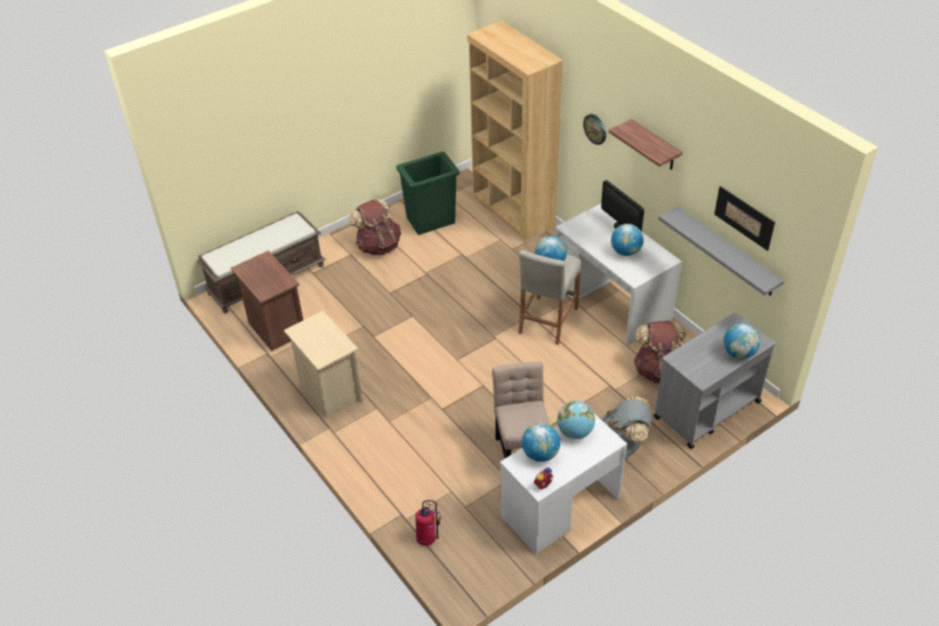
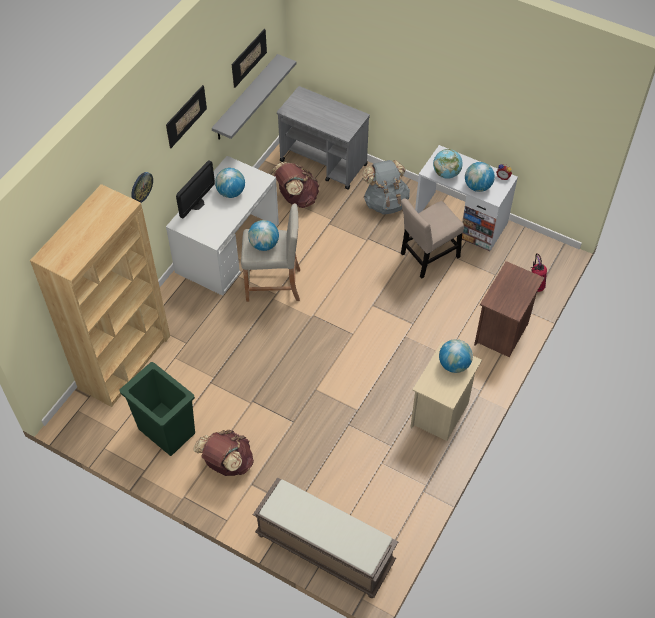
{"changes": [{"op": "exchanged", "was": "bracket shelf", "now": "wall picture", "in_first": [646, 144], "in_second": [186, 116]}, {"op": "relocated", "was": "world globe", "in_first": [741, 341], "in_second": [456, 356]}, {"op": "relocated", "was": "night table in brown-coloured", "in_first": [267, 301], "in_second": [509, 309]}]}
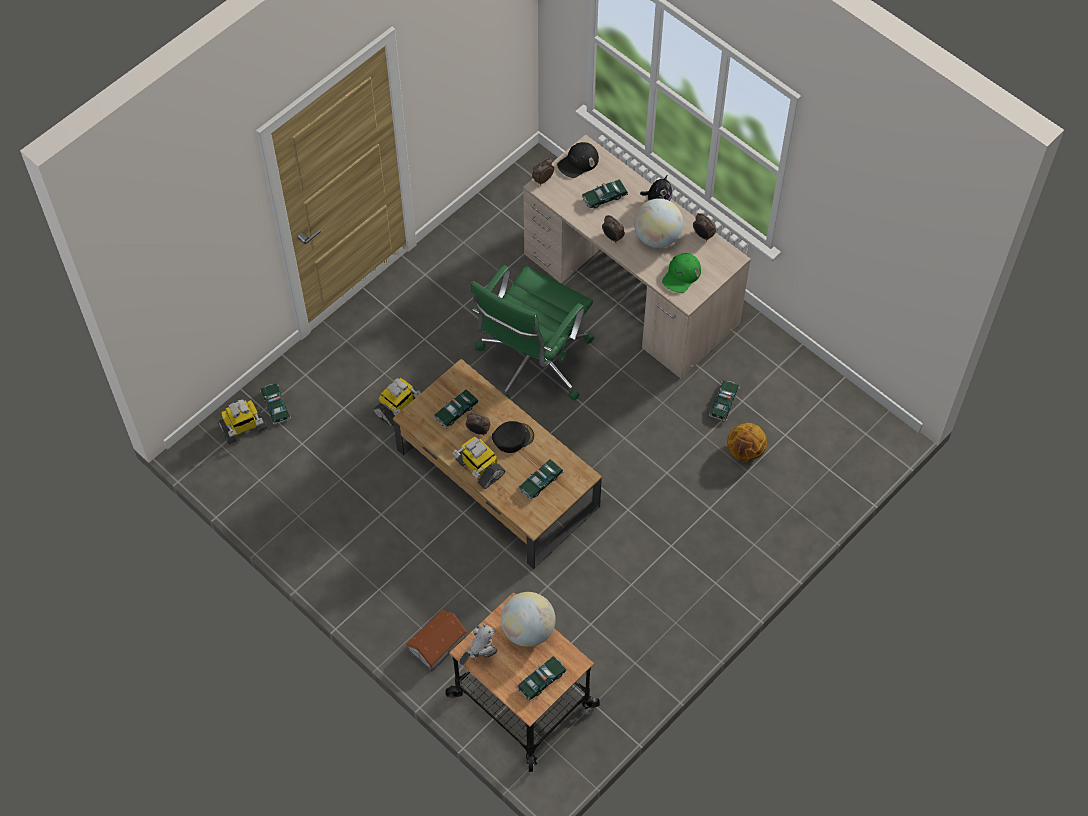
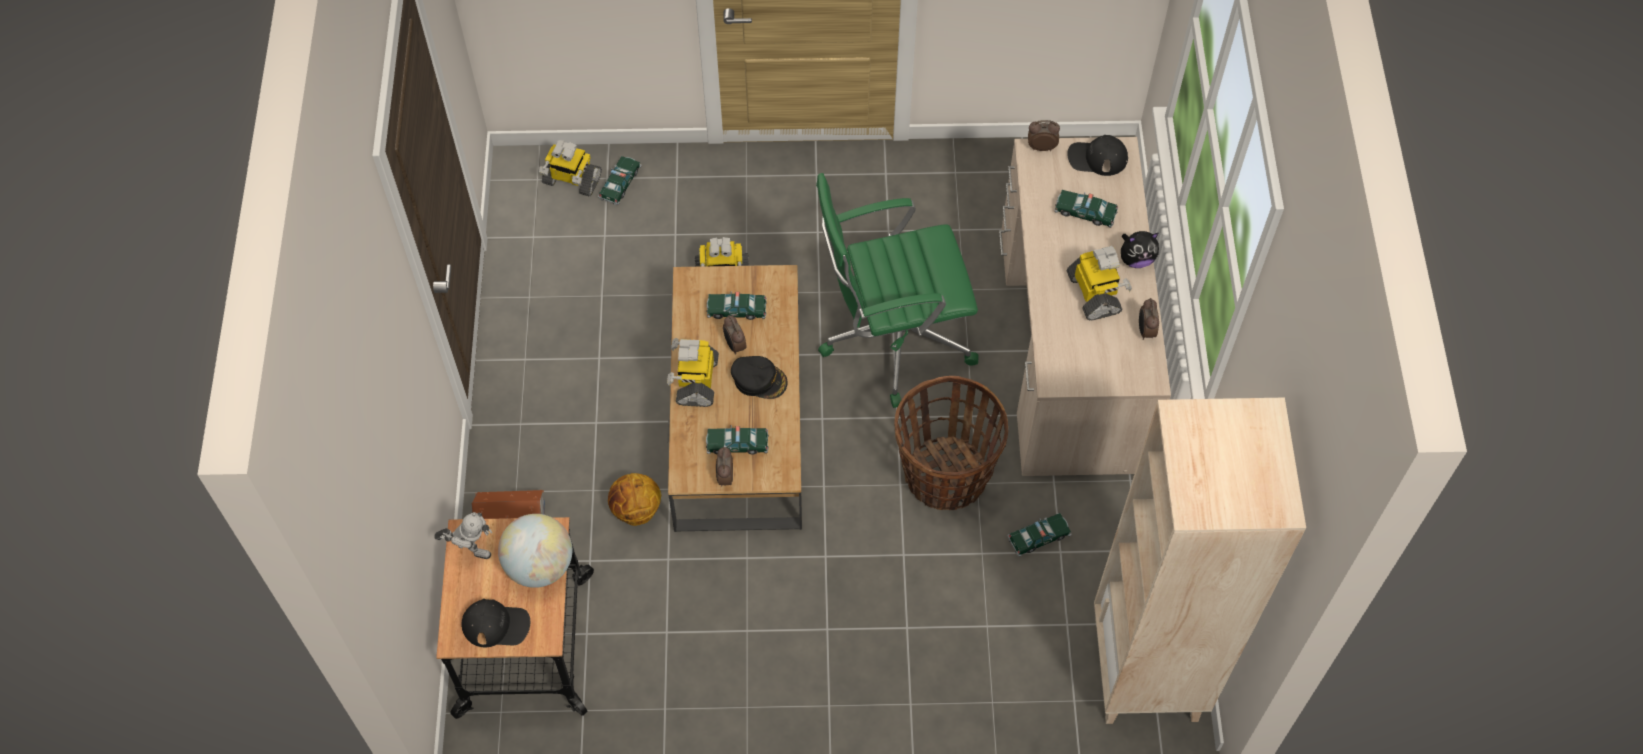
{"changes": [{"op": "exchanged", "was": "model car", "now": "cap in blackish", "in_first": [542, 678], "in_second": [495, 623]}, {"op": "relocated", "was": "ball for basketball", "in_first": [747, 442], "in_second": [634, 499]}, {"op": "relocated", "was": "table clock", "in_first": [613, 229], "in_second": [724, 467]}, {"op": "appeared", "now": "household basket", "in_second": [951, 443]}, {"op": "exchanged", "was": "world globe", "now": "model robot", "in_first": [658, 223], "in_second": [1099, 283]}, {"op": "appeared", "now": "bookcase in sand-coloured", "in_second": [1200, 561]}, {"op": "missing", "was": "cap in green-coloured", "in_first": [681, 273]}]}
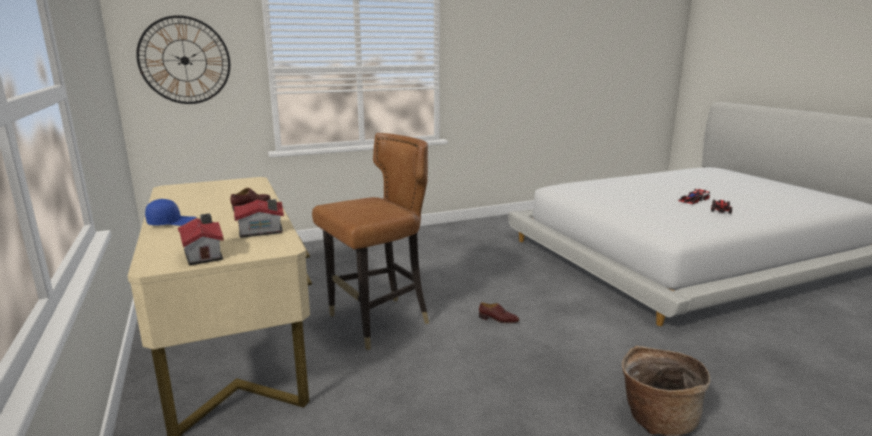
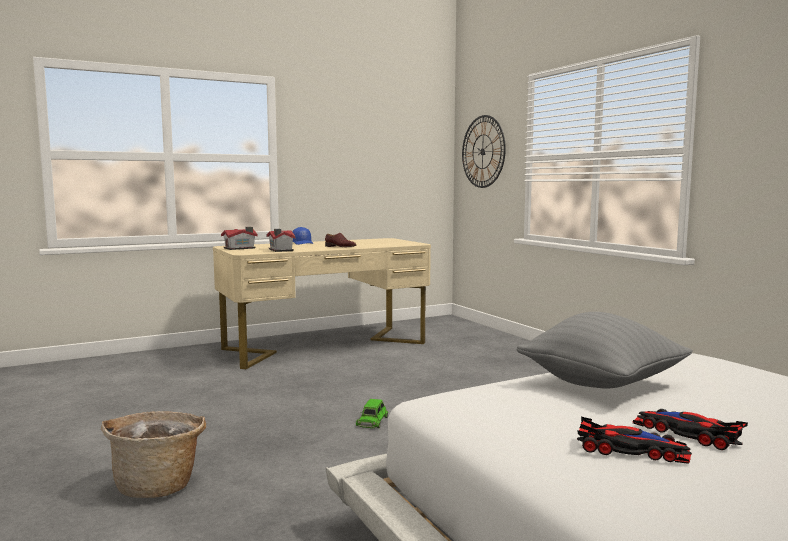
{"changes": [{"op": "exchanged", "was": "item of footwear in brown-coloured", "now": "model car in green-coloured", "in_first": [499, 312], "in_second": [372, 413]}, {"op": "appeared", "now": "throw pillow in gray", "in_second": [605, 350]}, {"op": "missing", "was": "chair in brown-coloured", "in_first": [370, 241]}]}
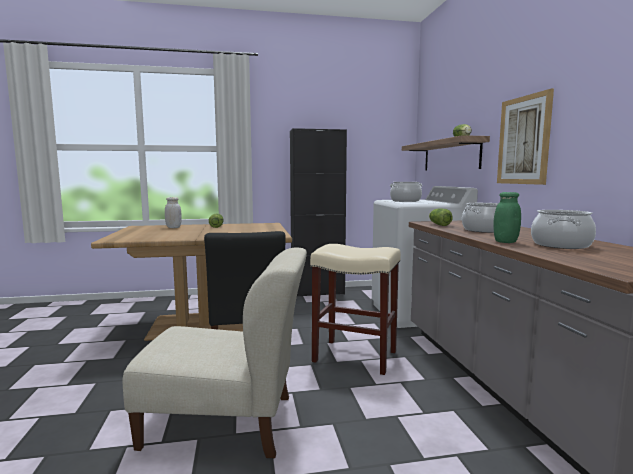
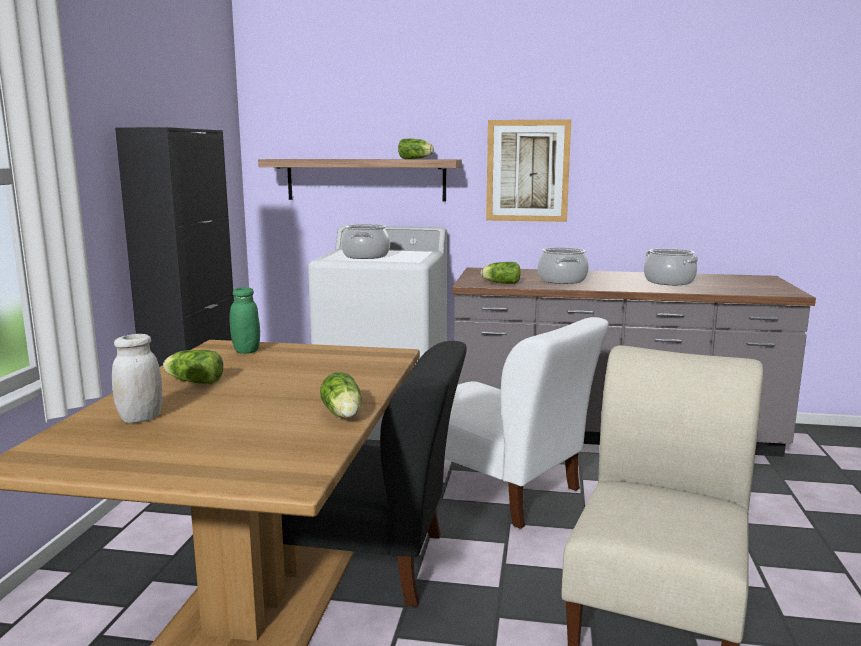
{"changes": [{"op": "relocated", "was": "preserve jar in green-coloured", "in_first": [507, 217], "in_second": [245, 320]}, {"op": "appeared", "now": "lettuce", "in_second": [341, 395]}, {"op": "exchanged", "was": "sitting stool in sand-coloured", "now": "chair in white-coloured", "in_first": [355, 309], "in_second": [527, 423]}]}
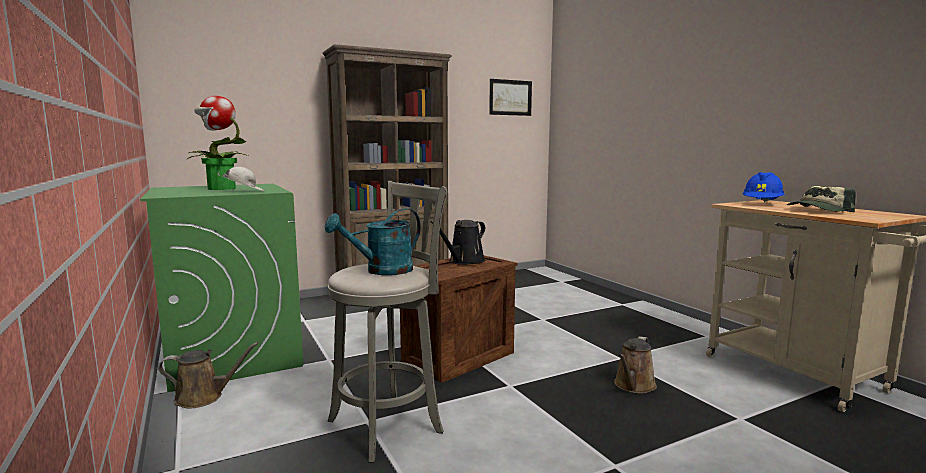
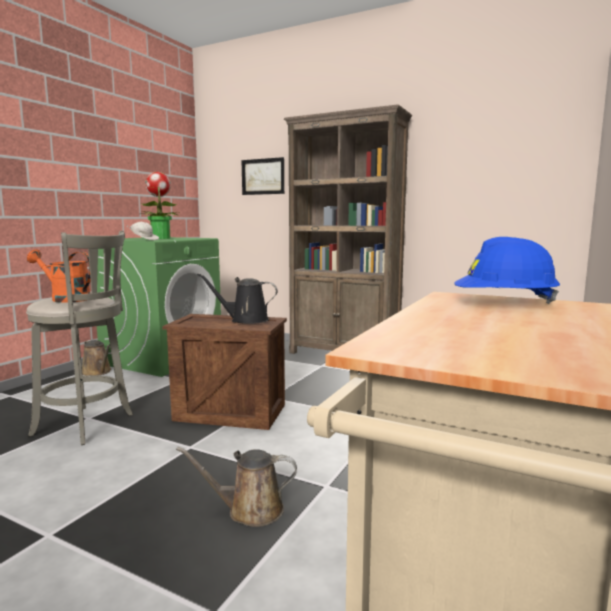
{"changes": [{"op": "colour", "was": "watering can in blue-green", "now": "watering can in orange", "in_first": [373, 241], "in_second": [59, 276]}, {"op": "relocated", "was": "wall picture", "in_first": [510, 97], "in_second": [262, 176]}, {"op": "missing", "was": "cap", "in_first": [821, 199]}]}
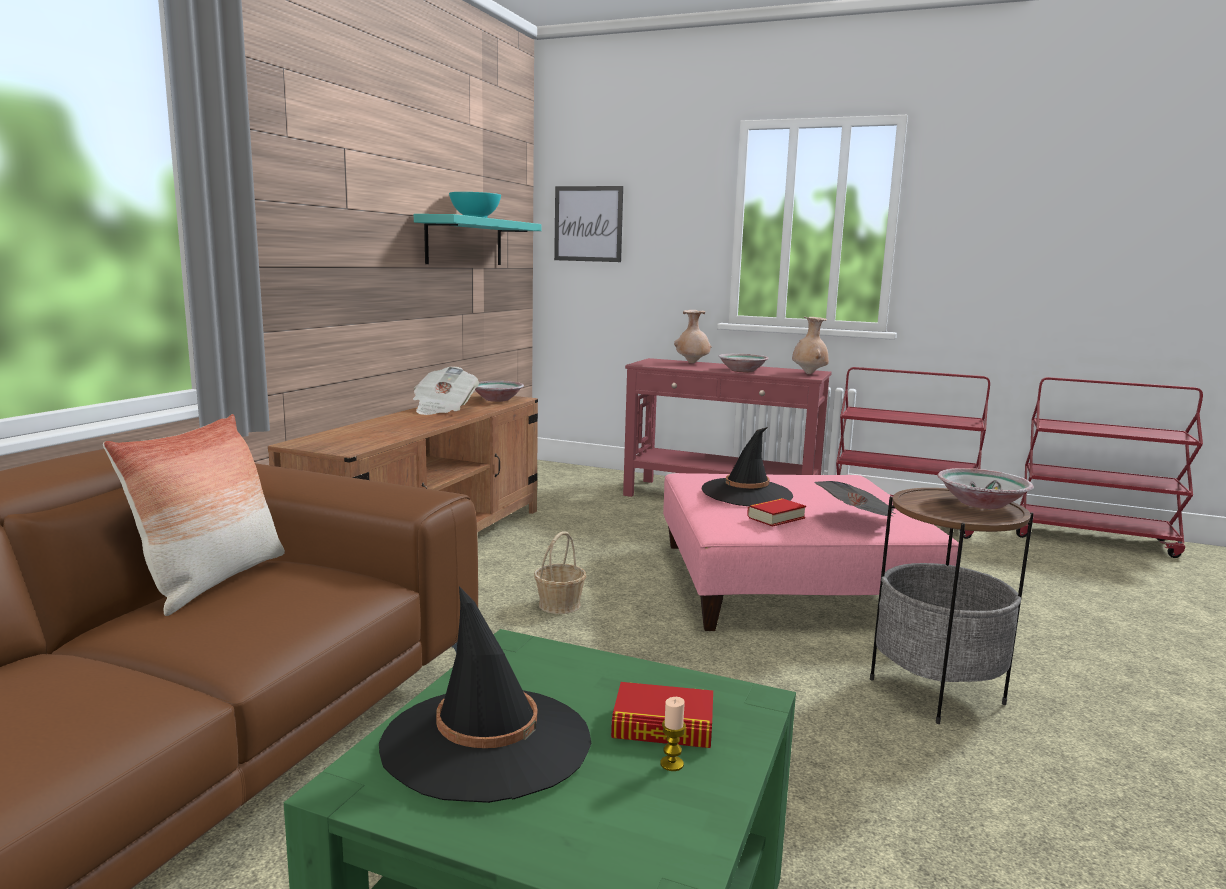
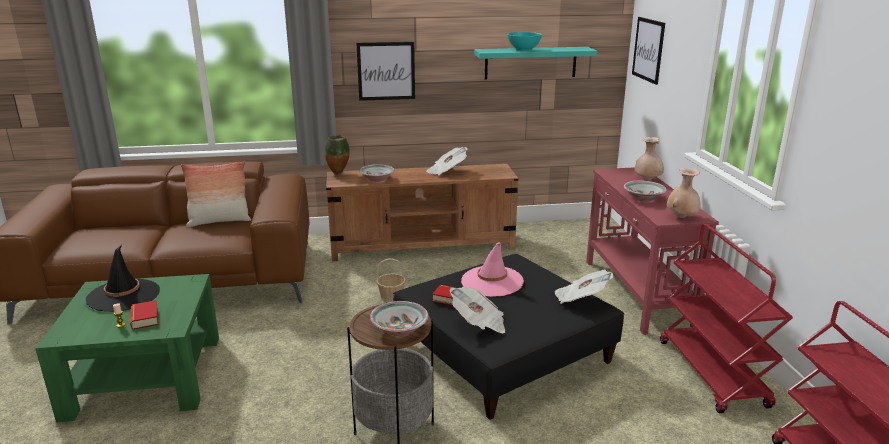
{"changes": [{"op": "appeared", "now": "flower vase", "in_second": [337, 154]}, {"op": "appeared", "now": "wall picture", "in_second": [385, 71]}, {"op": "relocated", "was": "deep dish", "in_first": [499, 391], "in_second": [376, 173]}, {"op": "colour", "was": "footrest in pink", "now": "footrest in blackish", "in_first": [811, 552], "in_second": [508, 337]}, {"op": "colour", "was": "clothing hat in blackish", "now": "clothing hat in pink", "in_first": [747, 466], "in_second": [492, 270]}, {"op": "appeared", "now": "newspaper", "in_second": [584, 287]}]}
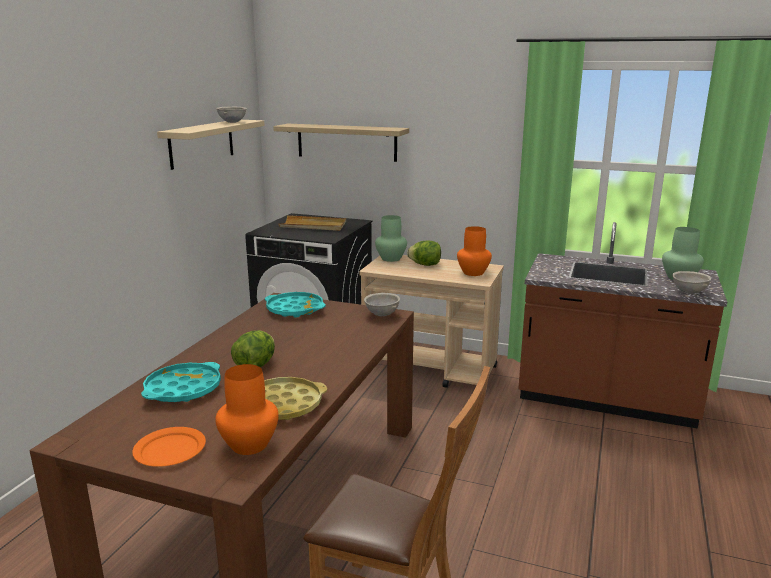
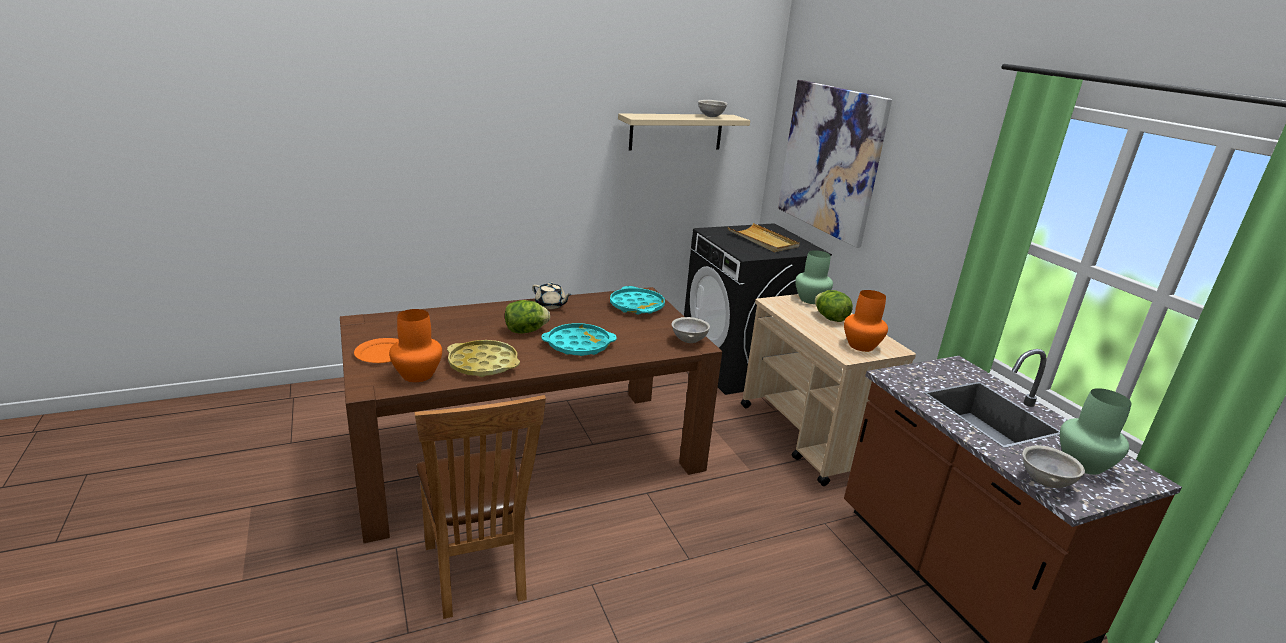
{"changes": [{"op": "appeared", "now": "tea pot in sand-coloured", "in_second": [552, 295]}, {"op": "relocated", "was": "carrying tray in blue-green", "in_first": [181, 382], "in_second": [579, 339]}, {"op": "exchanged", "was": "bracket shelf", "now": "wall picture", "in_first": [341, 143], "in_second": [835, 164]}]}
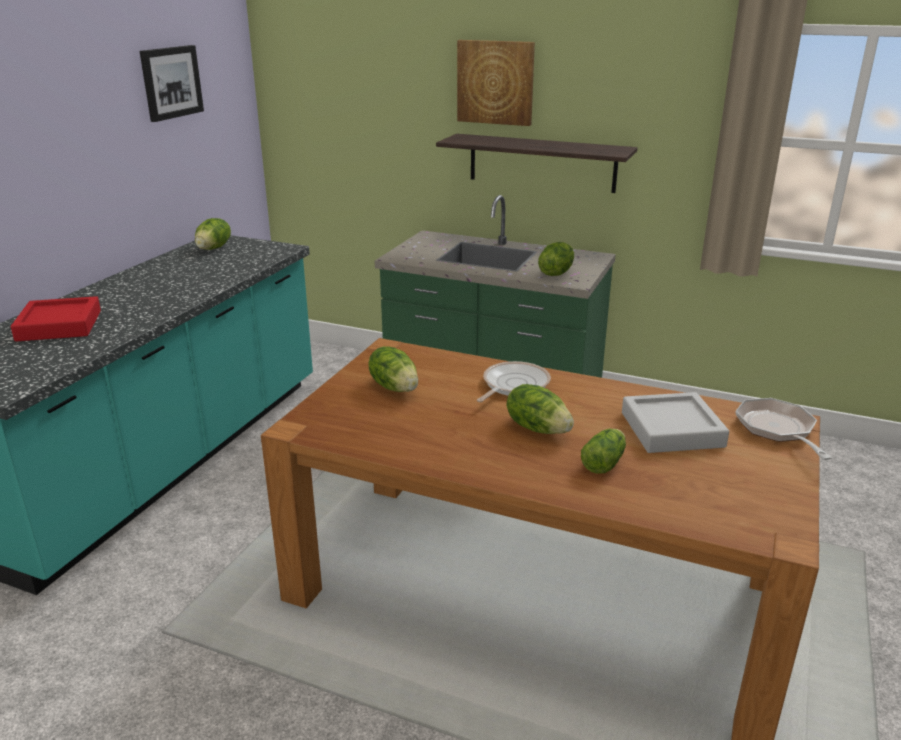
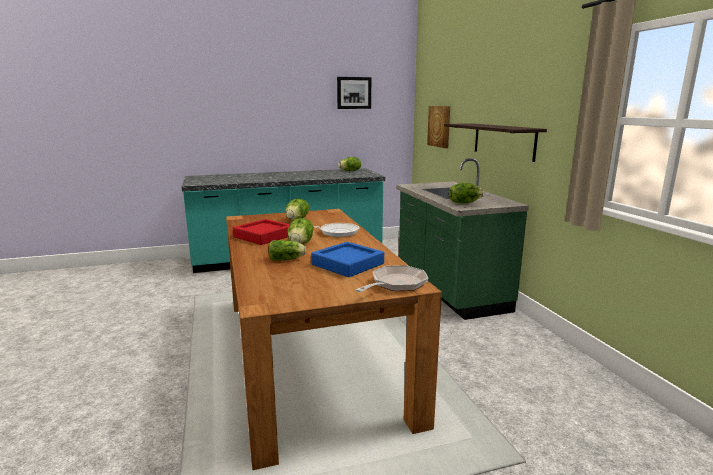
{"changes": [{"op": "relocated", "was": "carrying tray in red-coloured", "in_first": [56, 318], "in_second": [261, 232]}, {"op": "colour", "was": "carrying tray in gray", "now": "carrying tray in bluish", "in_first": [675, 422], "in_second": [347, 259]}, {"op": "relocated", "was": "wall picture", "in_first": [496, 83], "in_second": [438, 127]}]}
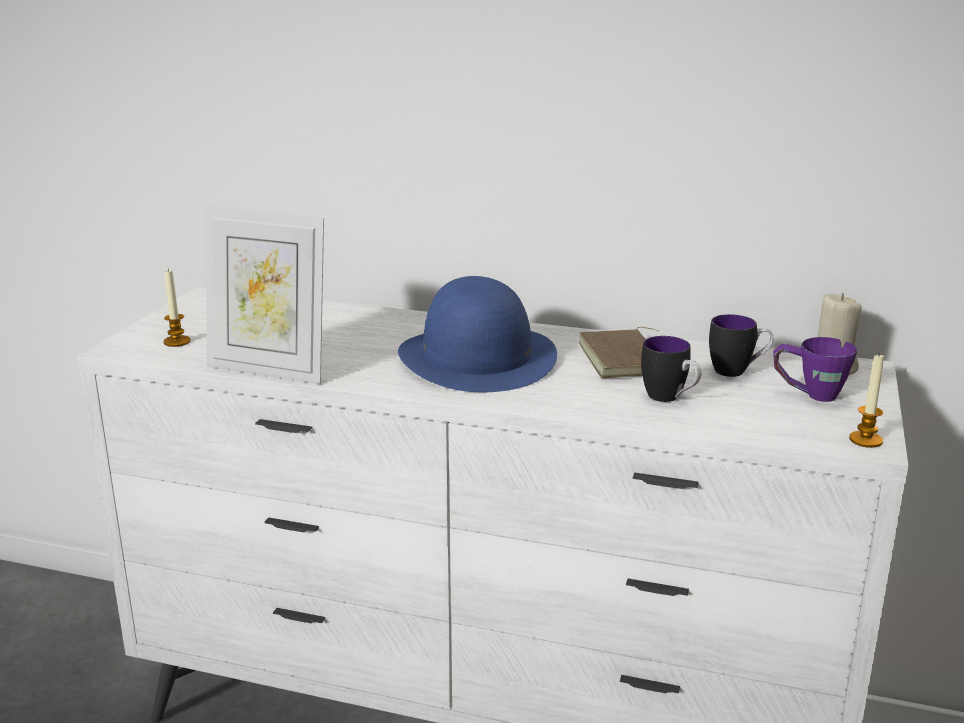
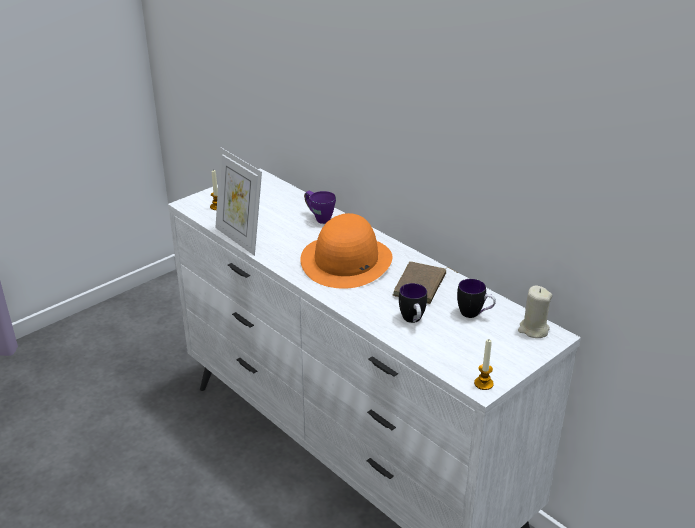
{"changes": [{"op": "colour", "was": "clothing hat in bluish", "now": "clothing hat in orange", "in_first": [477, 334], "in_second": [346, 251]}, {"op": "relocated", "was": "tea mug in purple", "in_first": [815, 369], "in_second": [320, 207]}]}
